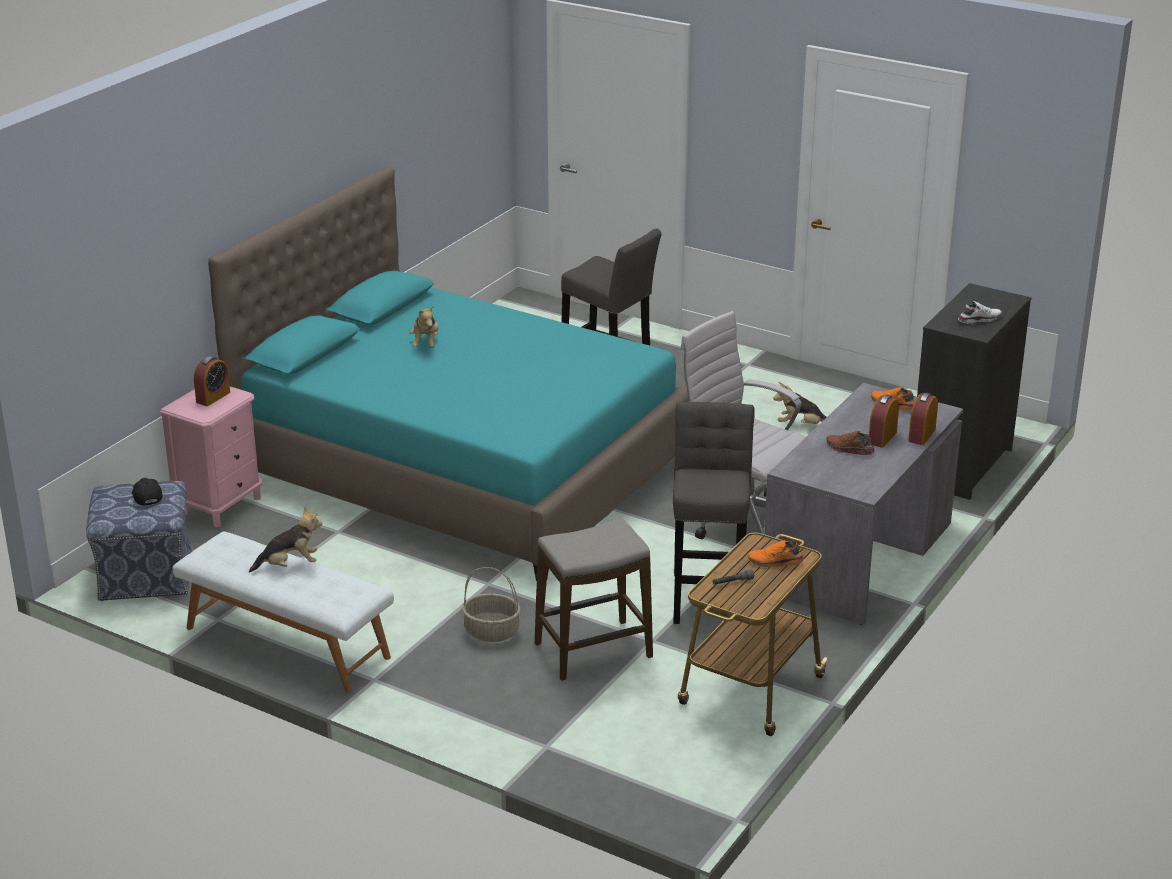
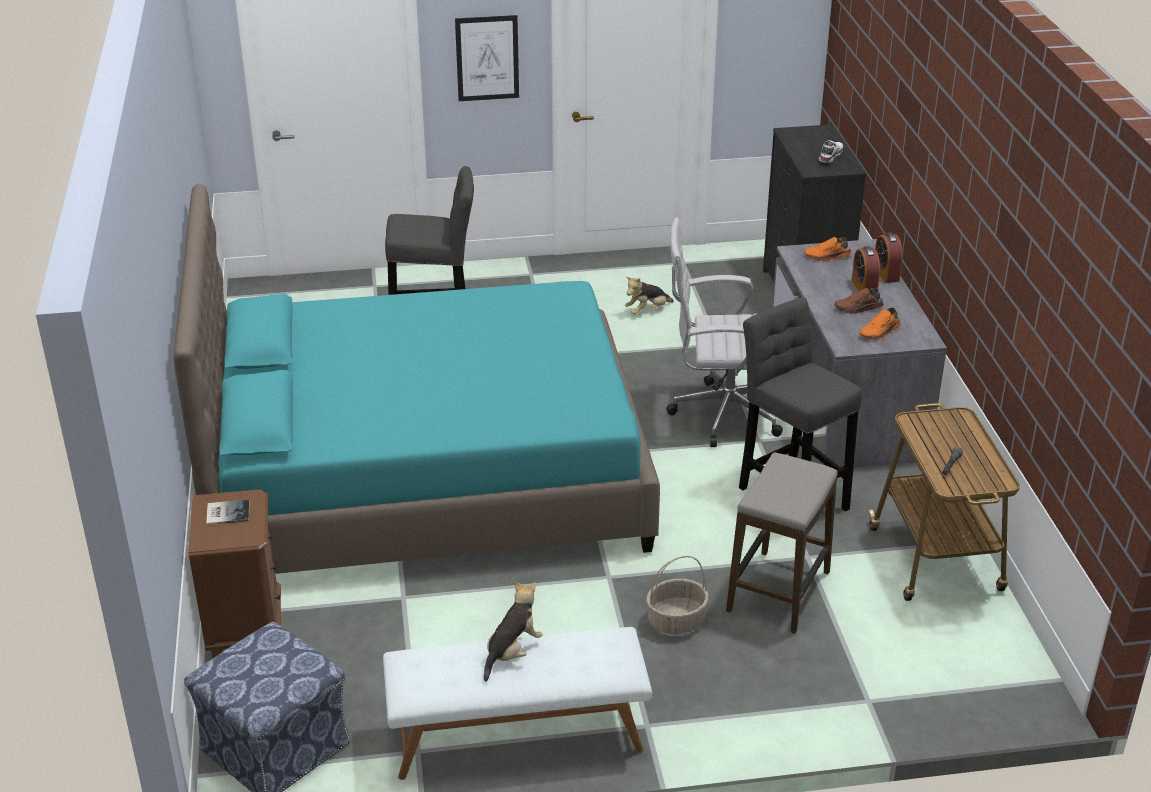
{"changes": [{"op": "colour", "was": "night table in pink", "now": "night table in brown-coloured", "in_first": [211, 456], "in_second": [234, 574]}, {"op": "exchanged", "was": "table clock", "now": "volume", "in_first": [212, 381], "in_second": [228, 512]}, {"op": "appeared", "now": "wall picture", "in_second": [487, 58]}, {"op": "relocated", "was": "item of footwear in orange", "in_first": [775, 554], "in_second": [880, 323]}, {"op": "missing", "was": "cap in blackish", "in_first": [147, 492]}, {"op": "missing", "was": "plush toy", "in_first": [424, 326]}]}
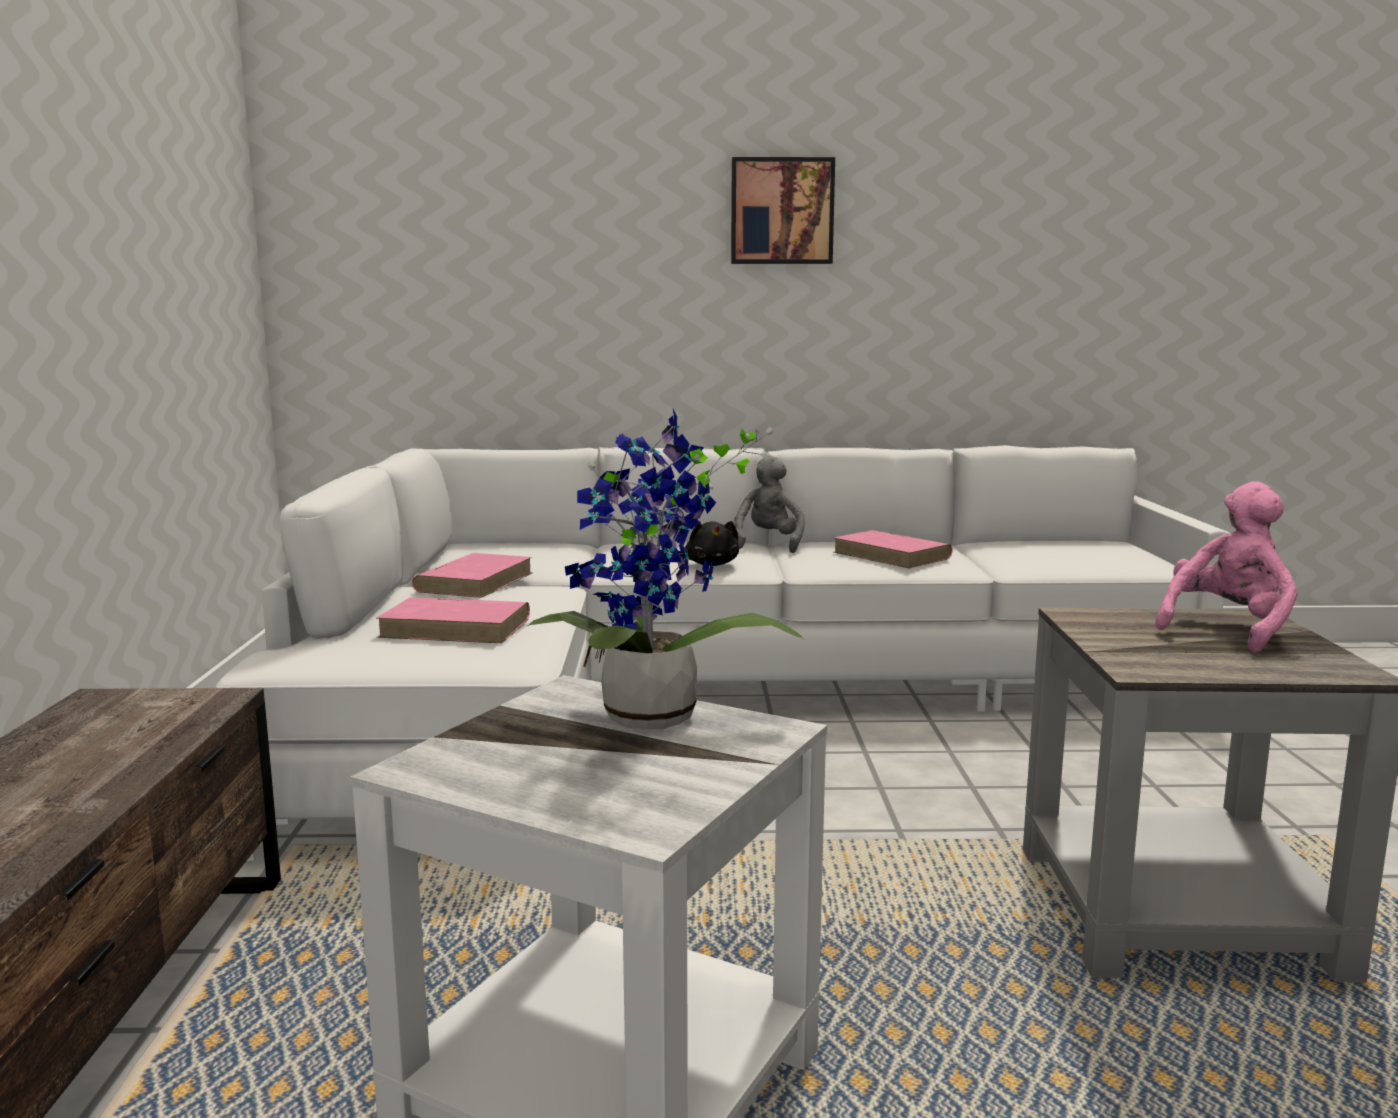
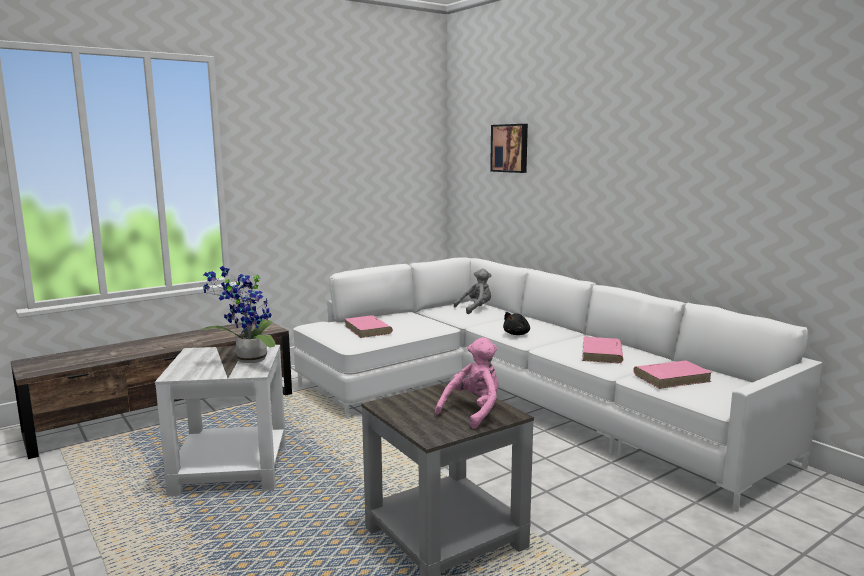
{"changes": [{"op": "spun", "was": "plush toy in pink", "in_first": [1226, 567], "in_second": [467, 383], "clockwise": -60}, {"op": "relocated", "was": "plush toy in gray", "in_first": [769, 504], "in_second": [473, 291]}, {"op": "relocated", "was": "wall picture", "in_first": [783, 210], "in_second": [509, 148]}, {"op": "relocated", "was": "volume in pink", "in_first": [472, 575], "in_second": [672, 374]}]}
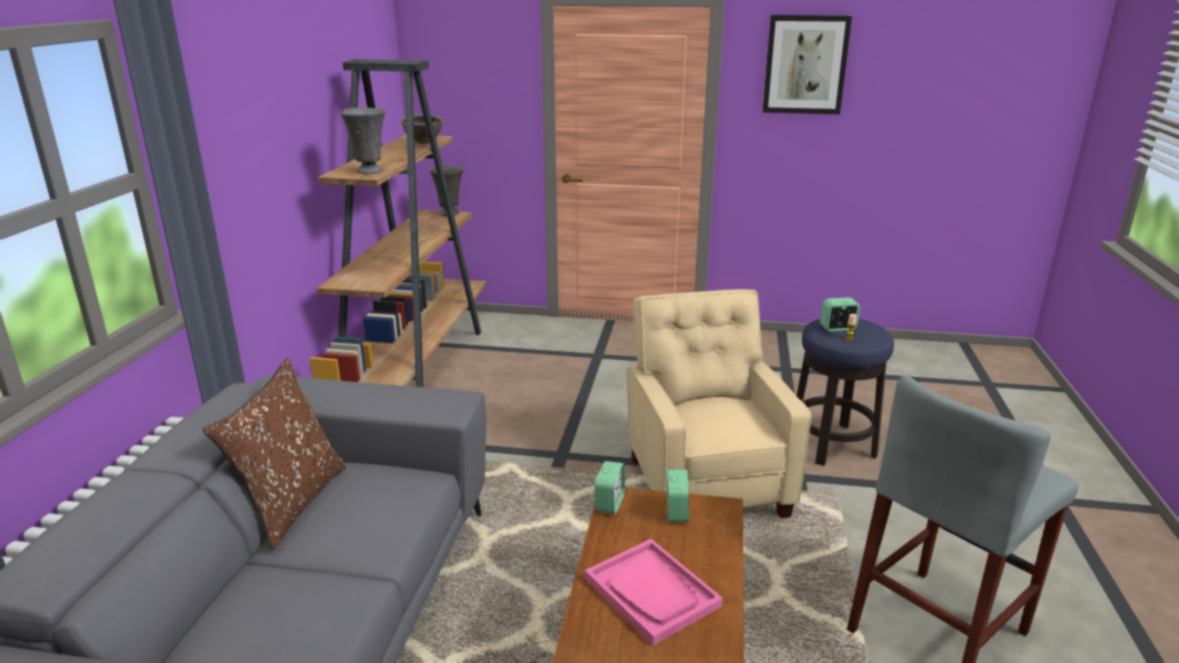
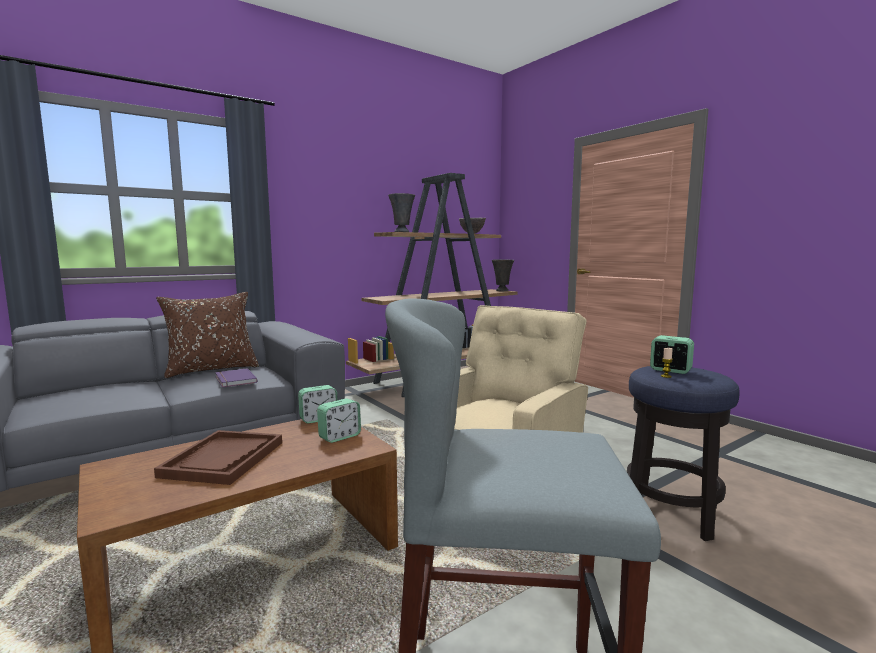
{"changes": [{"op": "colour", "was": "carrying tray in pink", "now": "carrying tray in brown-coloured", "in_first": [654, 592], "in_second": [218, 457]}, {"op": "appeared", "now": "volume in purple", "in_second": [236, 377]}, {"op": "missing", "was": "wall picture", "in_first": [807, 64]}]}
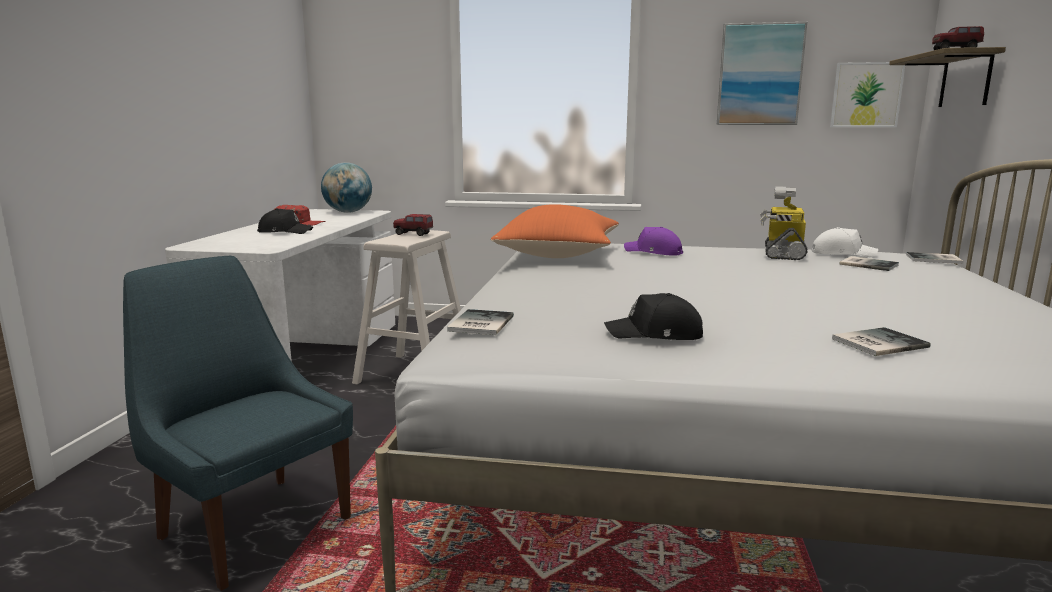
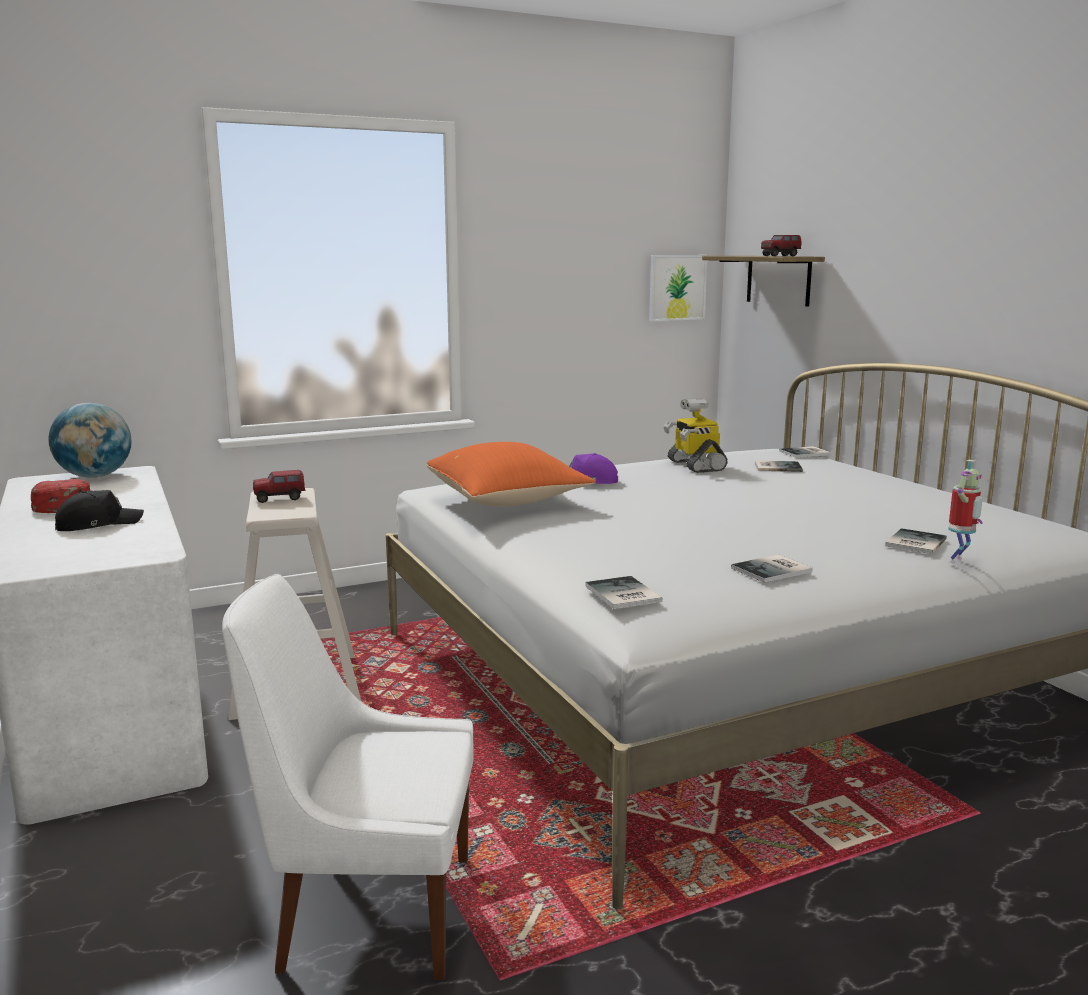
{"changes": [{"op": "colour", "was": "chair in bluish", "now": "chair in white-coloured", "in_first": [238, 423], "in_second": [348, 777]}, {"op": "exchanged", "was": "cap in blackish", "now": "volume", "in_first": [653, 316], "in_second": [772, 569]}, {"op": "appeared", "now": "model robot", "in_second": [965, 511]}, {"op": "missing", "was": "wall picture", "in_first": [762, 73]}, {"op": "missing", "was": "cap in white-coloured", "in_first": [845, 242]}]}
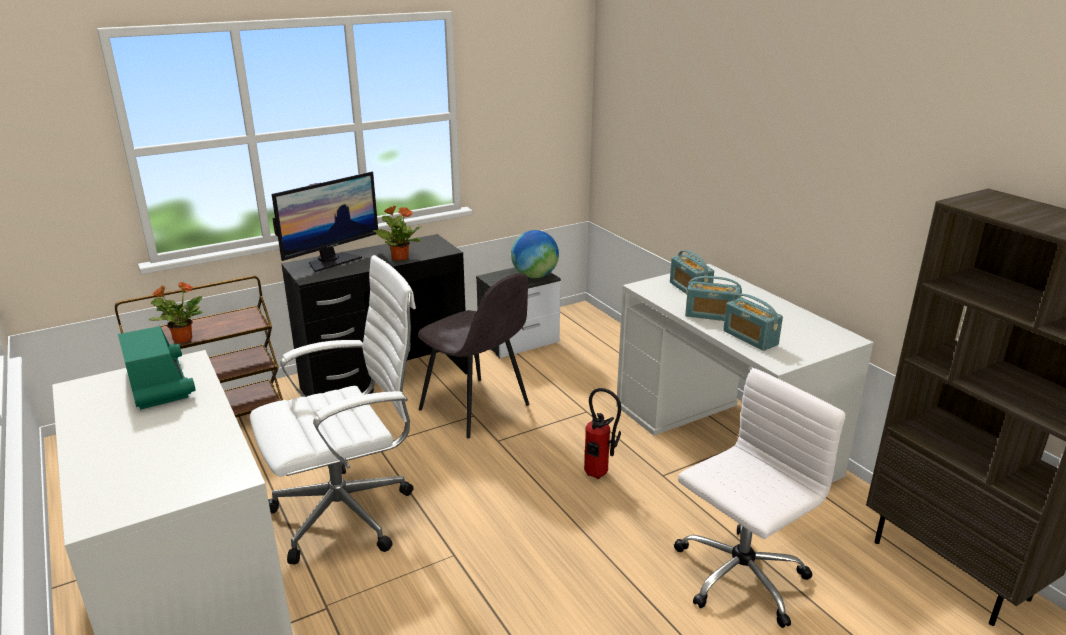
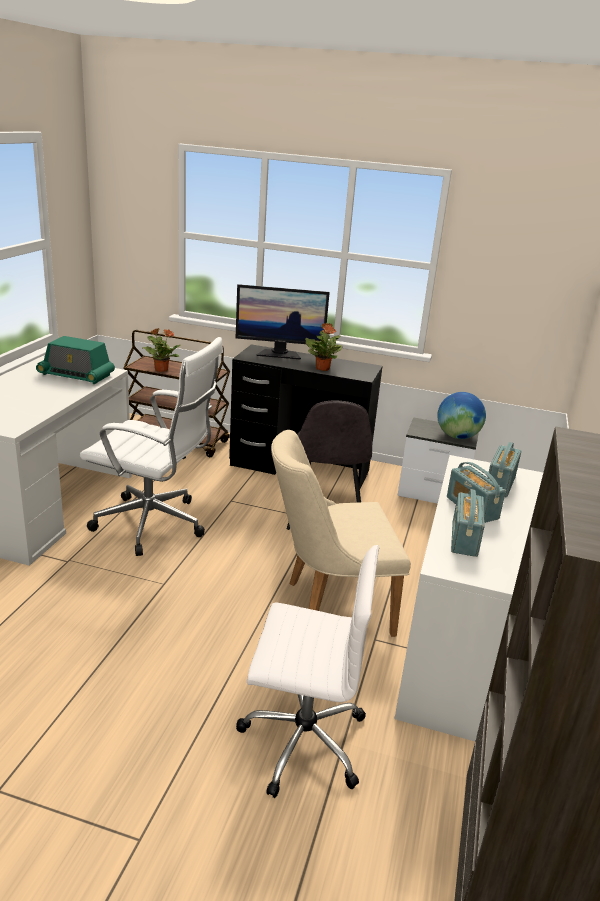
{"changes": [{"op": "spun", "was": "radio receiver", "in_first": [157, 367], "in_second": [75, 360], "clockwise": 90}, {"op": "exchanged", "was": "extinguisher", "now": "chair in sand-coloured", "in_first": [602, 433], "in_second": [341, 533]}]}
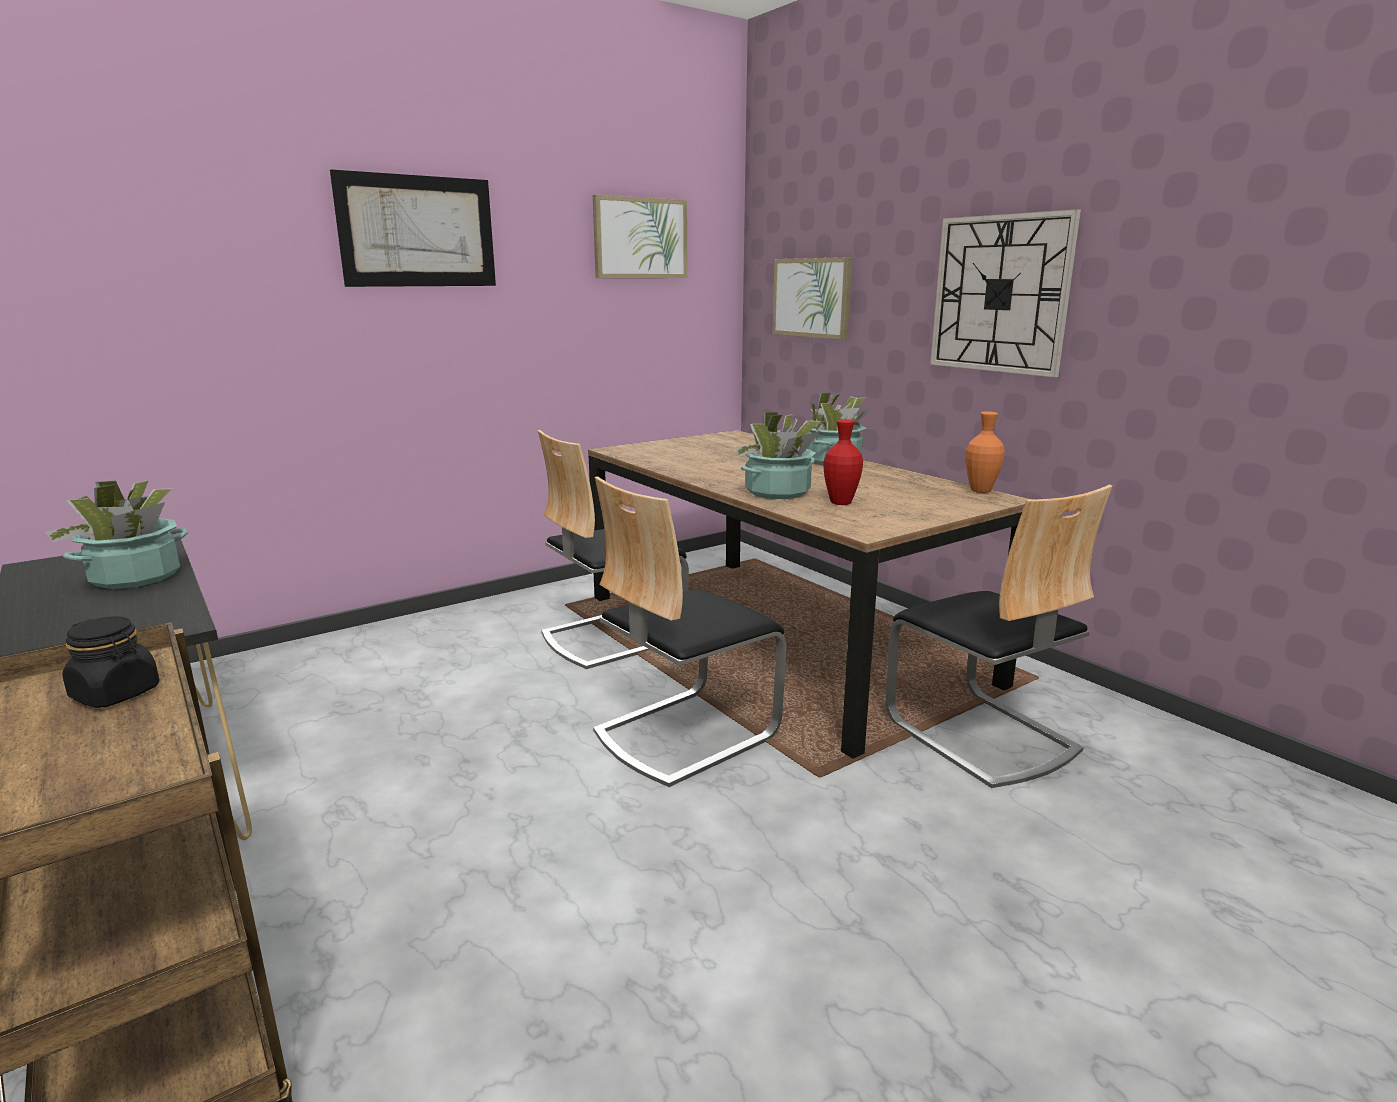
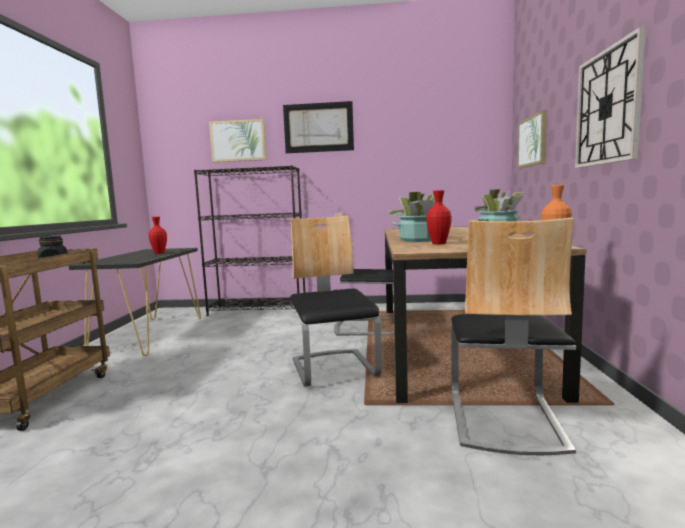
{"changes": [{"op": "exchanged", "was": "plant in a pot", "now": "flower vase in red-coloured", "in_first": [116, 534], "in_second": [158, 235]}, {"op": "appeared", "now": "bookcase in blackish", "in_second": [249, 240]}, {"op": "relocated", "was": "wall picture", "in_first": [640, 236], "in_second": [238, 140]}, {"op": "spun", "was": "chair", "in_first": [690, 631], "in_second": [336, 301], "clockwise": 75}]}
